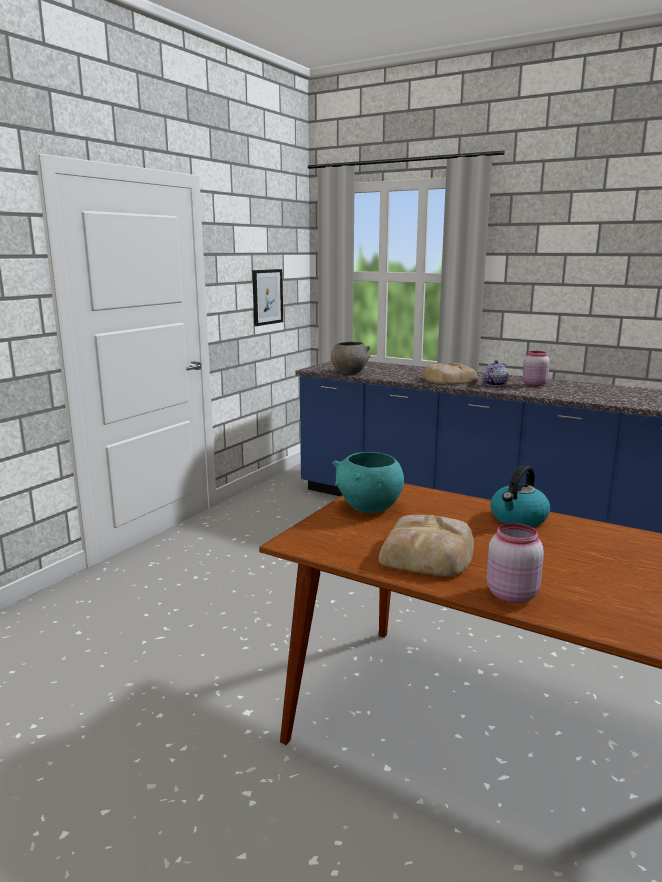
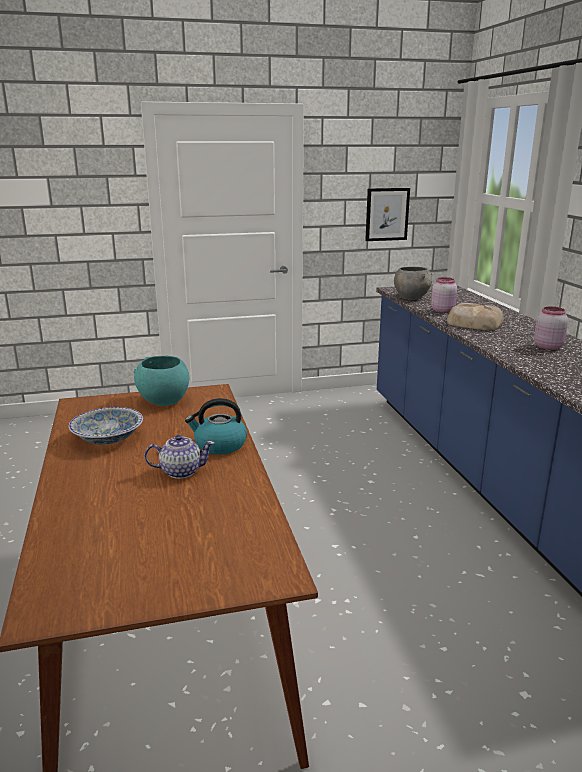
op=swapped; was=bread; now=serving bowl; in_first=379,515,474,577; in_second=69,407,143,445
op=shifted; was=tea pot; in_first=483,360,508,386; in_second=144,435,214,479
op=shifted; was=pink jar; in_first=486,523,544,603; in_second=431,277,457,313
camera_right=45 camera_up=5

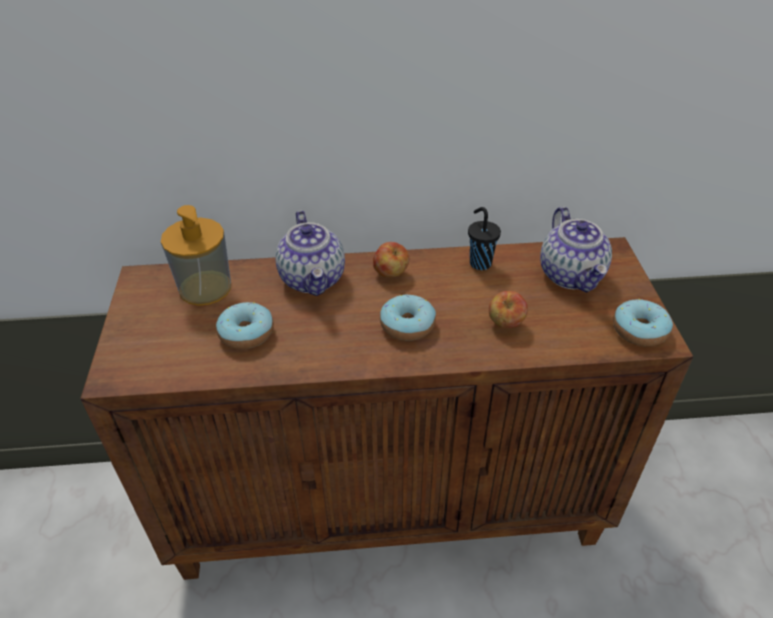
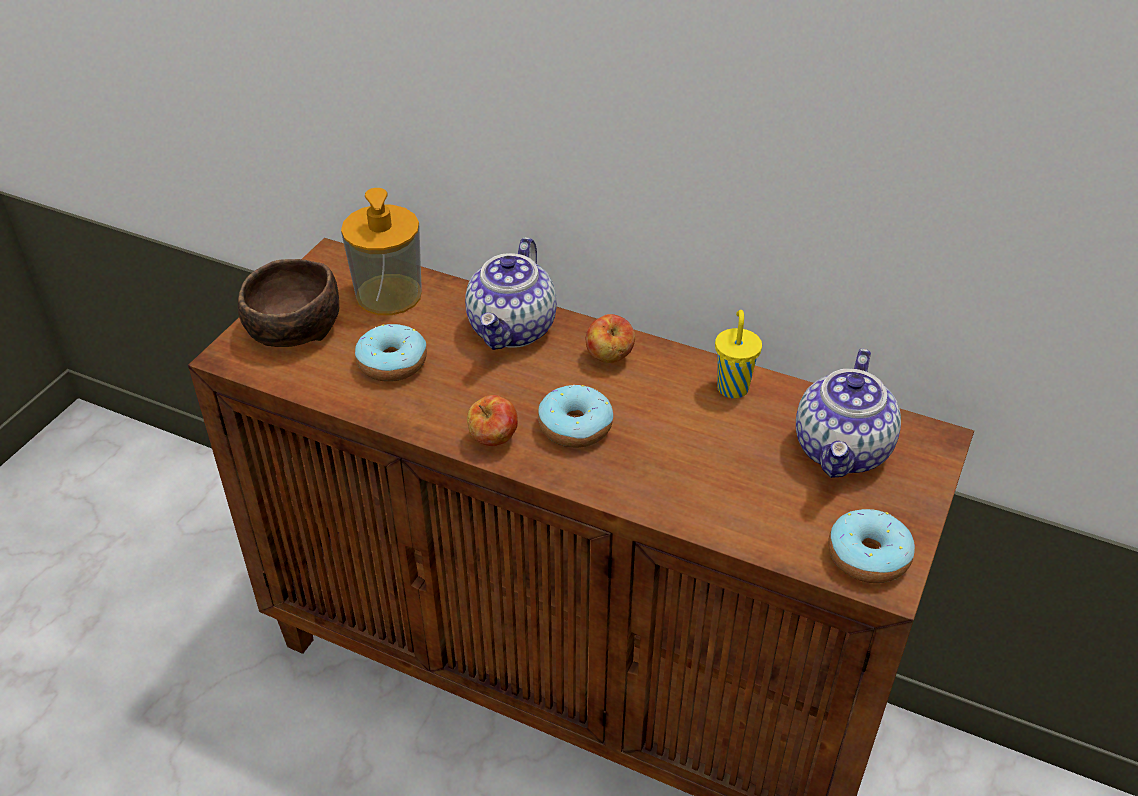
op=repainted; was=black-coloured cup; now=yellow cup; in_first=468,207,501,270; in_second=715,310,762,399
op=shifted; was=apple; in_first=489,291,528,328; in_second=467,395,518,446
op=new; now=brownish serving bowl; in_second=238,259,339,347
camera_right=30 camera_up=0

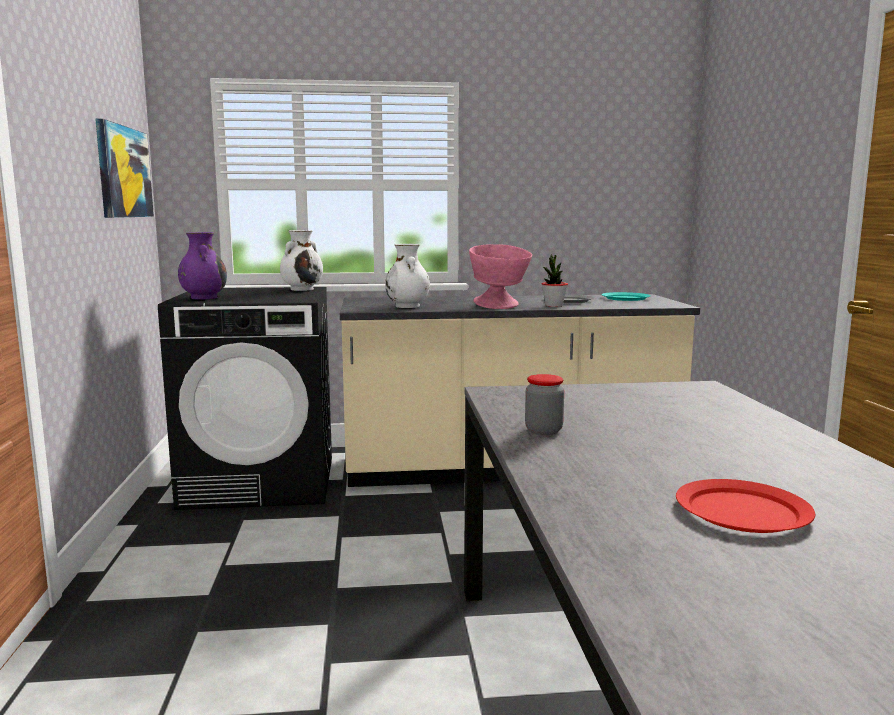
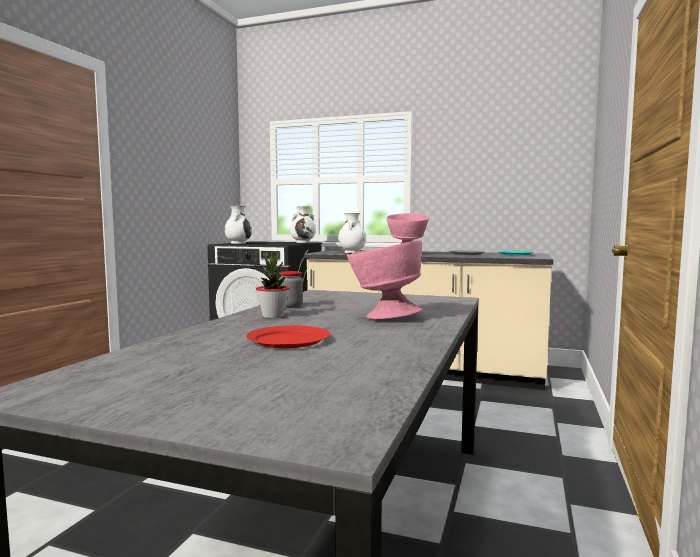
op=gone; was=picture; in_first=95,119,154,218
op=repainted; was=purple-coloured vase; now=whitish vase; in_first=178,232,227,300; in_second=225,206,252,244
op=shifted; was=potted plant; in_first=542,254,568,307; in_second=256,251,290,318
op=new; now=pink serving bowl; in_second=347,240,423,319
camera_right=25 camera_up=-5

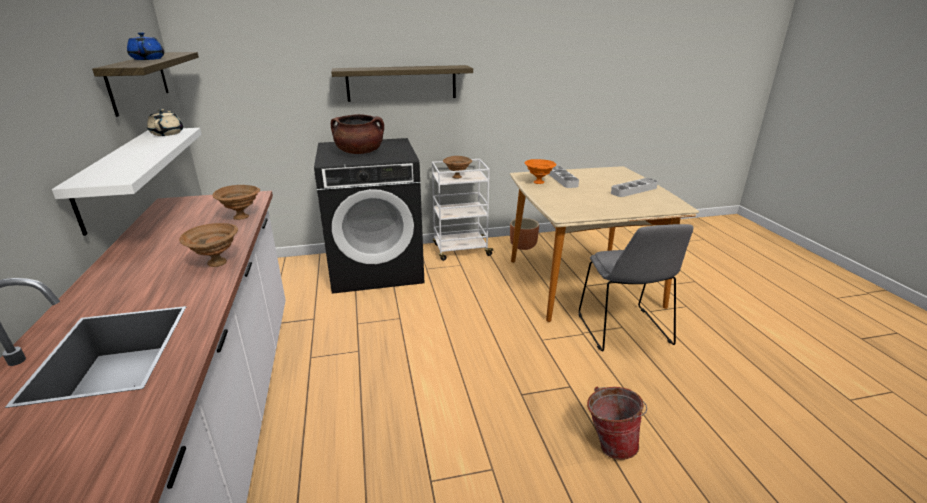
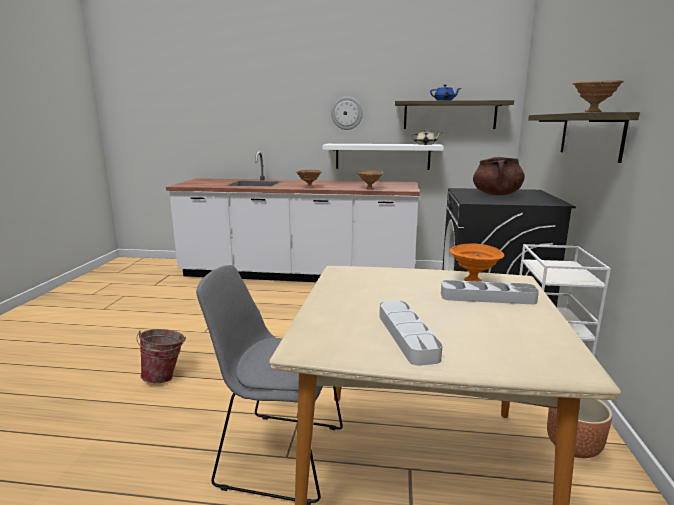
op=shifted; was=brownish serving bowl; in_first=443,156,472,179; in_second=573,80,624,112
op=new; now=hanging clock; in_second=331,97,363,130
camera_right=110 camera_up=-10

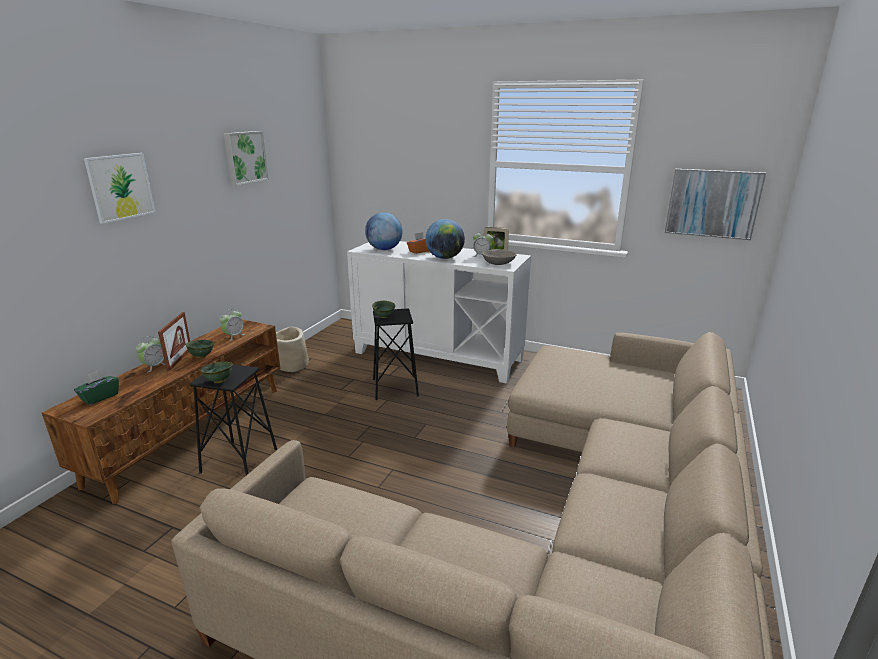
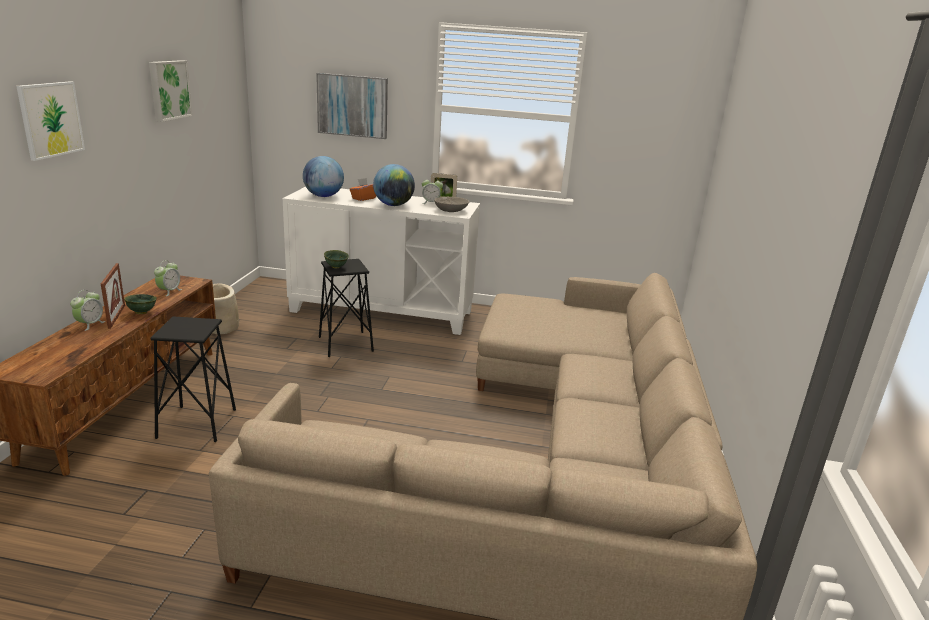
op=gone; was=green-coloured tissue holder; in_first=74,370,119,405
op=gone; was=green-coloured serving bowl; in_first=201,362,232,383
op=shifted; was=picture; in_first=665,169,766,240; in_second=316,73,388,139
camera_right=-15 camera_up=0

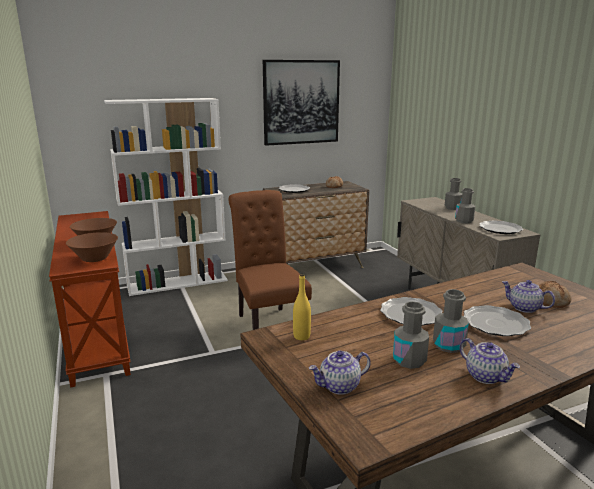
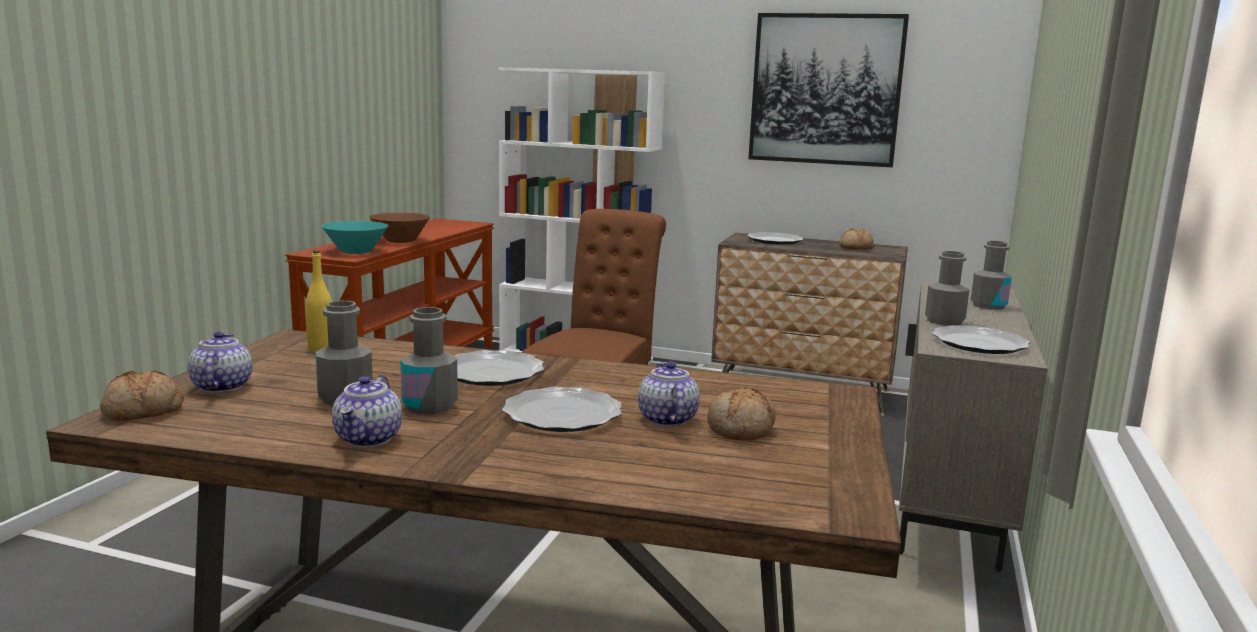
op=repainted; was=brownish serving bowl; now=turquoise serving bowl; in_first=66,232,118,262; in_second=322,221,388,254
op=rotated; was=tea pot; in_first=309,351,371,395; in_second=188,331,252,393; clockwise=60
op=new; now=bread; in_second=100,370,184,421
camera_right=40 camera_up=-5

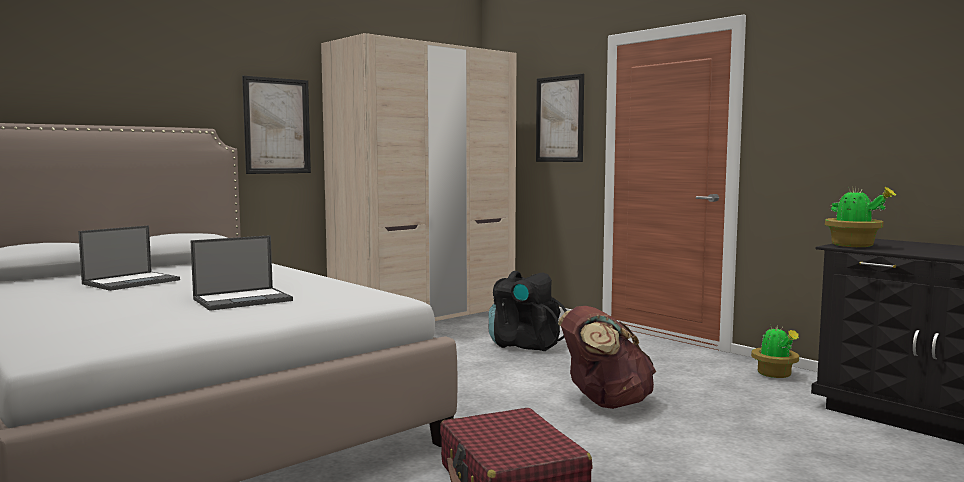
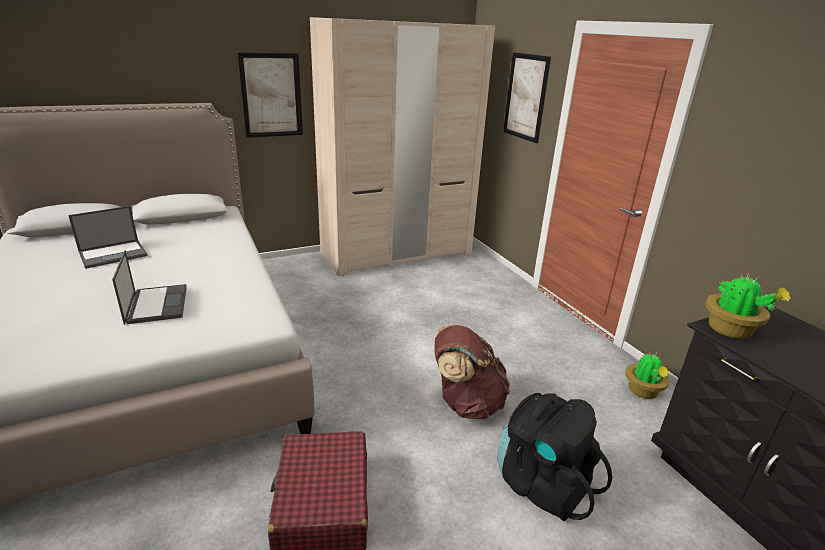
op=rotated; was=notebook computer; in_first=190,235,293,311; in_second=112,250,187,325; clockwise=-90
op=shifted; was=black-coloured knapsack; in_first=489,271,567,351; in_second=497,393,612,521
camera_right=15 camera_up=20

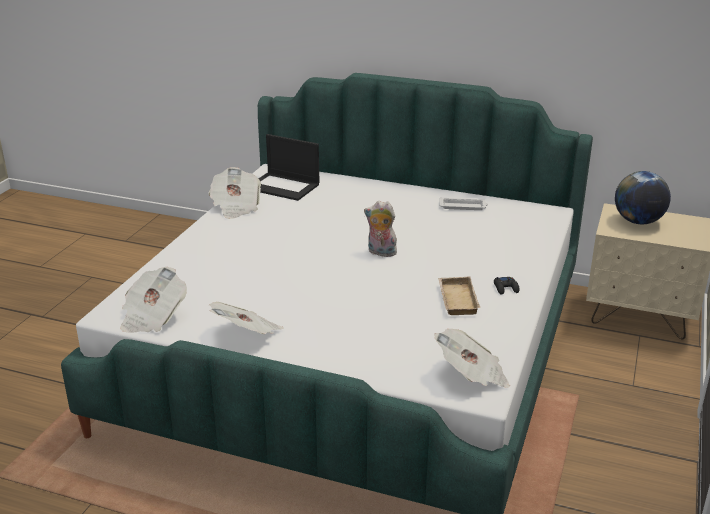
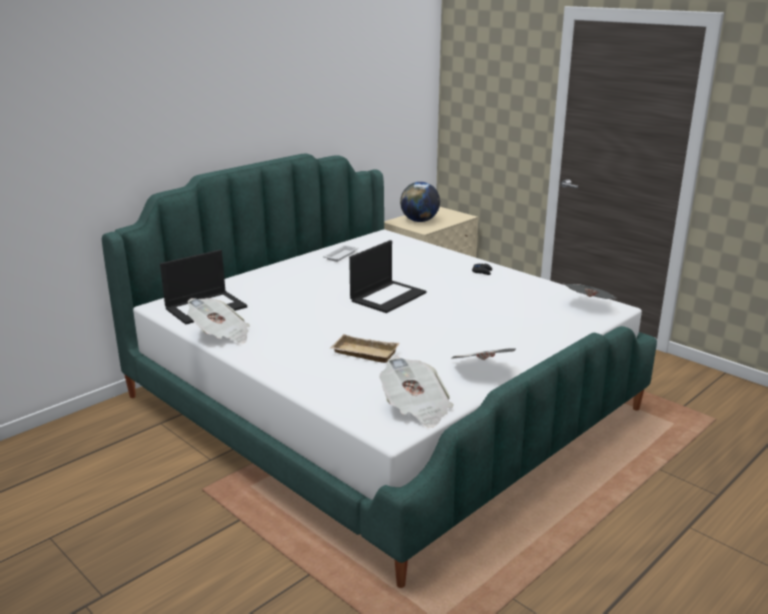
op=swapped; was=plush toy; now=notebook computer; in_first=364,201,397,257; in_second=349,240,426,313
op=shifted; was=beige serving tray; in_first=438,277,480,315; in_second=330,334,399,363
camera_right=-65 camera_up=-5

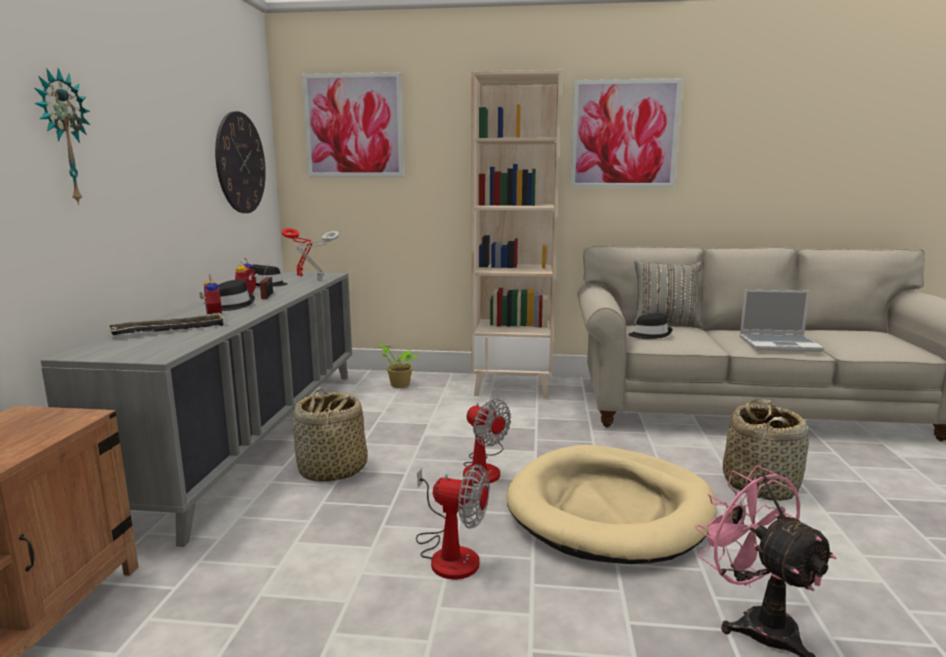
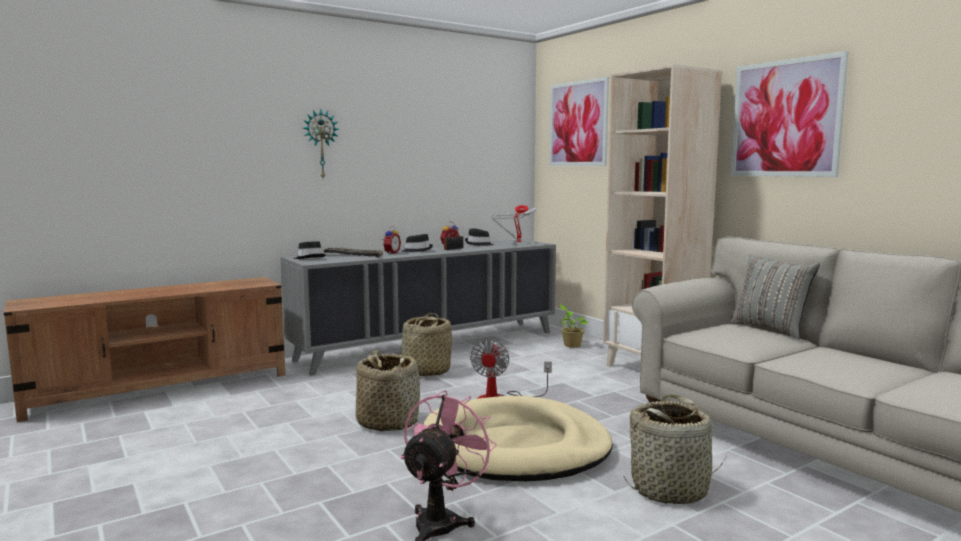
op=gone; was=hanging clock; in_first=215,111,266,213
op=swapped; was=fan; now=storage basket; in_first=416,464,490,580; in_second=356,350,420,432
op=shifted; was=black-coloured wearable hat; in_first=628,313,672,339; in_second=294,241,326,259
op=gone; was=notebook computer; in_first=739,290,824,352
camera_right=50 camera_up=-5

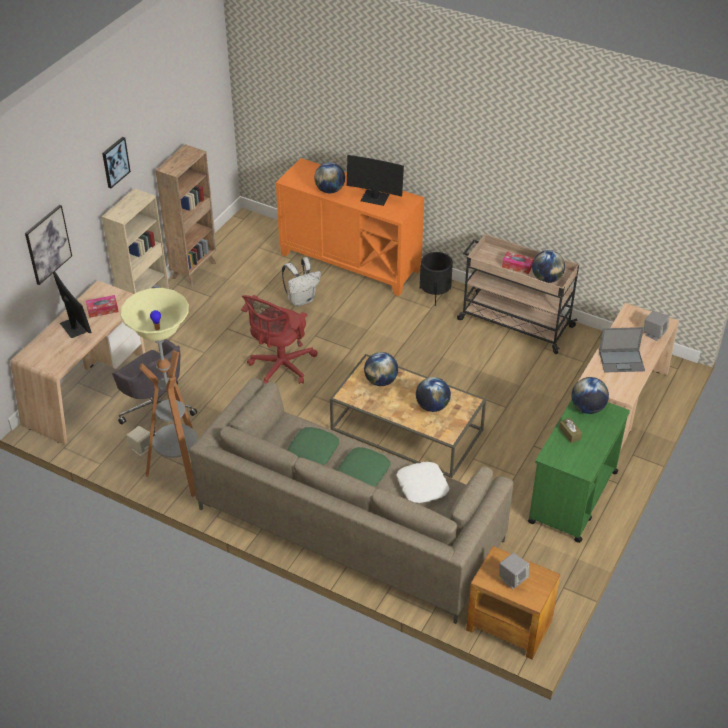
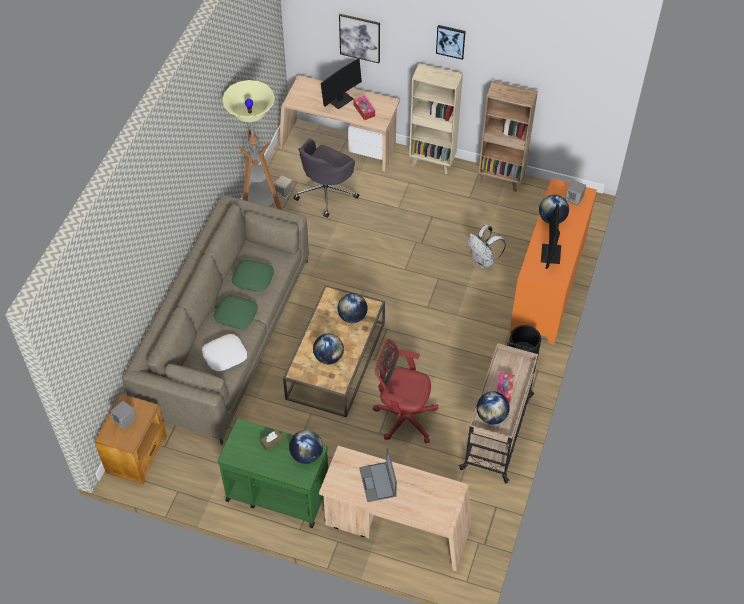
op=shifted; was=reddish computer chair; in_first=241,295,317,384; in_second=373,339,438,444
op=shifted; was=gray speaker; in_first=644,311,669,341; in_second=565,180,586,206
camera_right=80 camera_up=10

